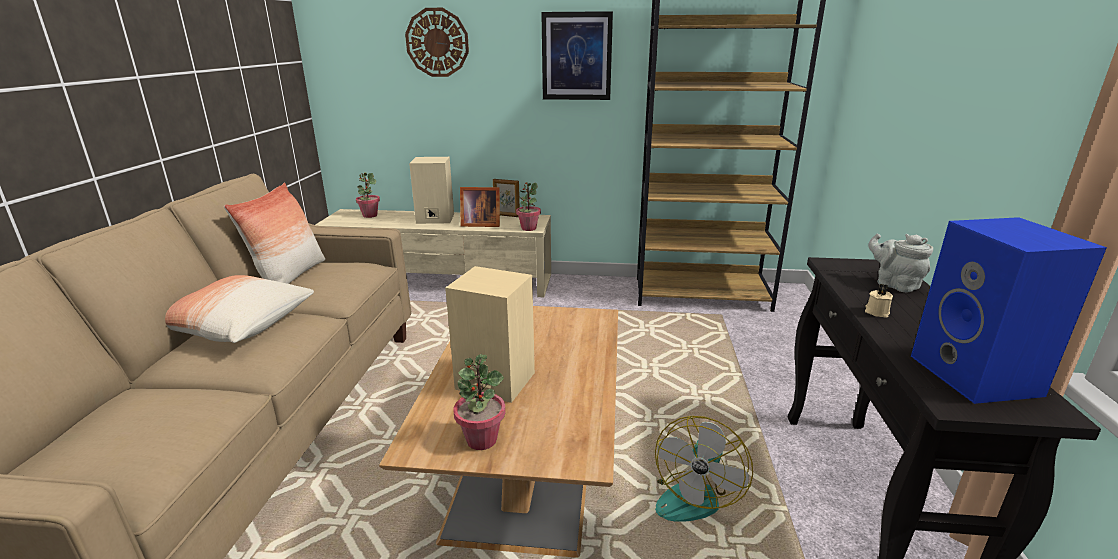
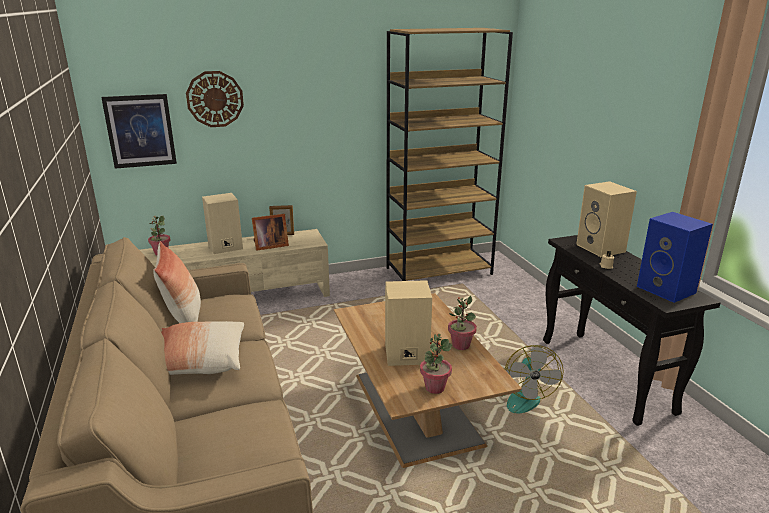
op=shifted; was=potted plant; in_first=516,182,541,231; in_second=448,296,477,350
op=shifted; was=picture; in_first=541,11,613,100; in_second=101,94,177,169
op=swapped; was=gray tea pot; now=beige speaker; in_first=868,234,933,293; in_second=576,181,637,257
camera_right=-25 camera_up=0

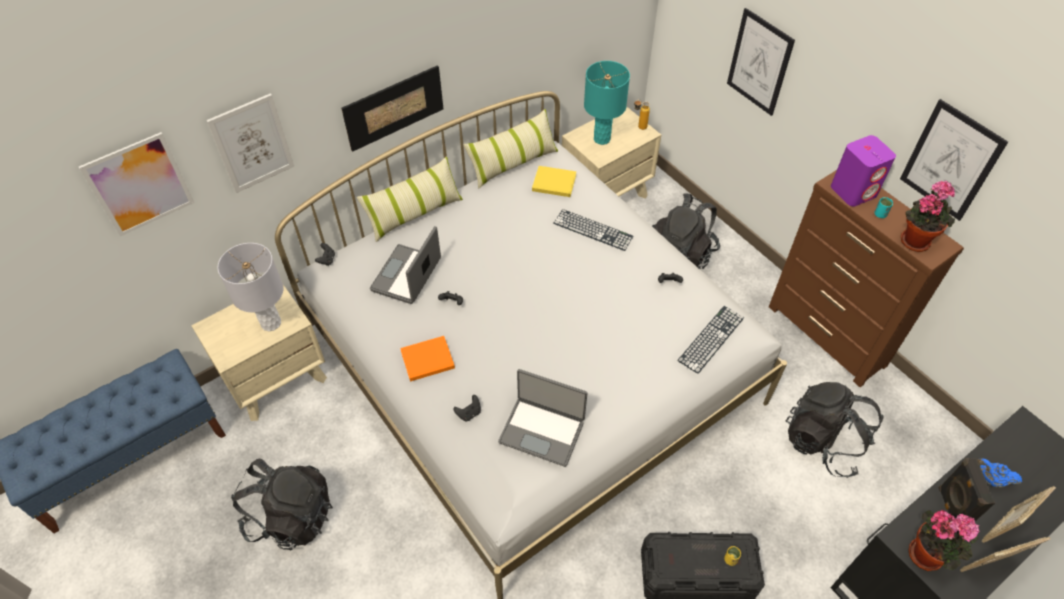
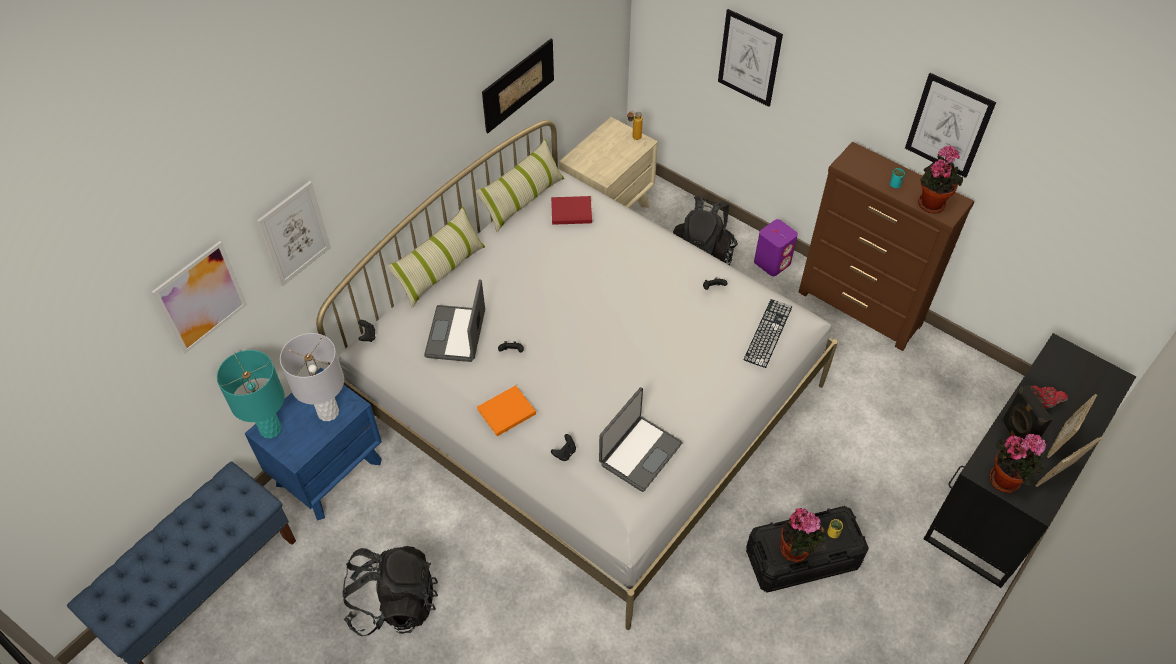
op=repainted; was=beige night table; now=blue night table; in_first=191,285,327,421; in_second=245,368,382,521
op=shifted; was=picture; in_first=341,65,443,152; in_second=482,39,554,133
op=rotated; was=notebook computer; in_first=498,369,587,467; in_second=599,387,683,492; clockwise=-60
op=repainted; was=yellow book; now=reddish book; in_first=532,166,576,197; in_second=551,196,592,225
op=gone; was=keyboard; in_first=553,209,633,251
op=shifted; was=turquoise lamp for a table; in_first=584,61,630,145; in_second=217,350,285,438
op=gone; was=black-coloured knapsack; in_first=786,382,884,478
op=shifted; was=purple-coloured speaker; in_first=831,135,896,207; in_second=754,219,798,276
op=repainted; was=blue tea pot; now=reddish tea pot; in_first=977,459,1022,487; in_second=1030,386,1068,408
op=new; now=potted plant; in_second=780,508,827,562
camera_right=-15 camera_up=0

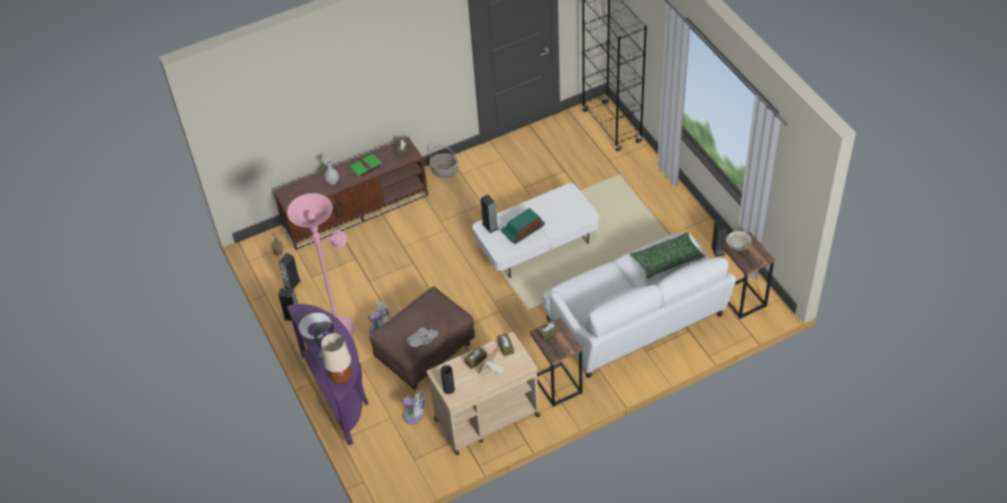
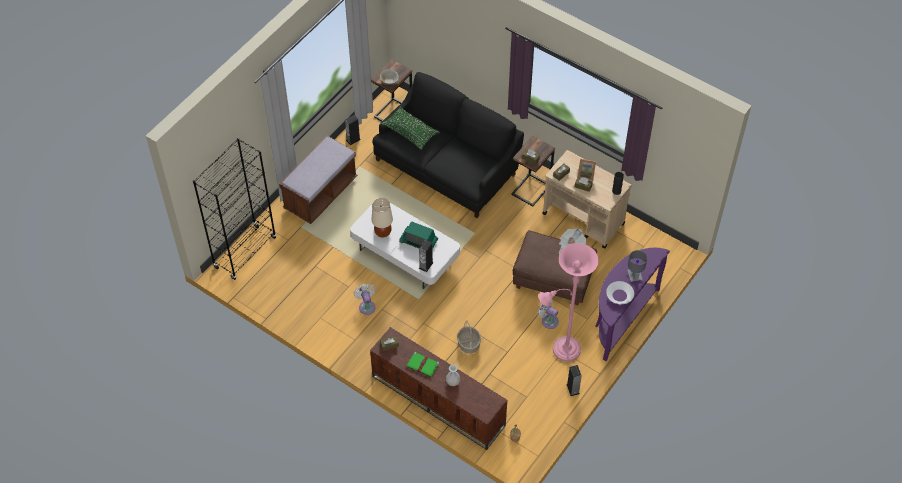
op=gone; was=speaker; in_first=278,253,301,290
op=shifted; was=beige lamp for a table; in_first=321,333,352,384; in_second=372,198,393,237
op=shifted; was=whitish fan; in_first=402,390,426,424; in_second=354,283,376,315
op=shifted; was=storage basket; in_first=430,145,458,178; in_second=457,321,481,354
op=repainted; was=whitish couch; now=black-coloured couch; in_first=543,232,736,378; in_second=373,72,524,218
op=new; now=brownish bench; in_second=279,135,358,224
camera_right=-120 camera_up=5

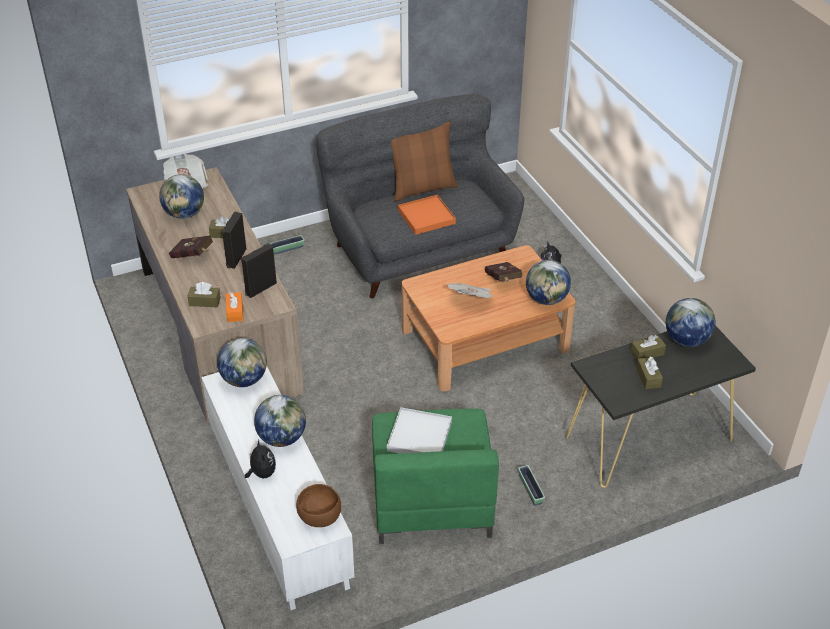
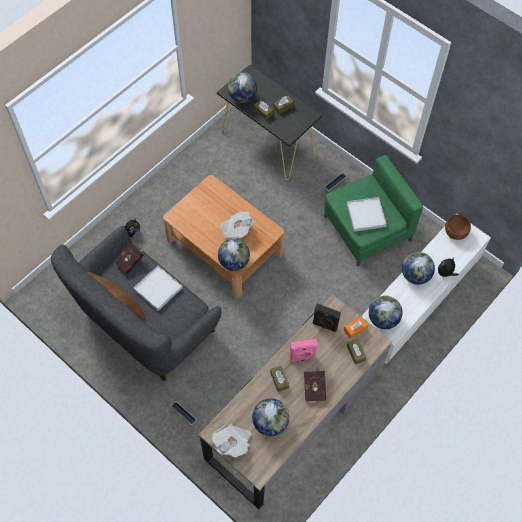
op=repainted; was=black-coloured speaker; now=pink speaker; in_first=222,212,246,269; in_second=289,339,318,362
op=repainted; was=orange serving tray; now=whitish serving tray; in_first=398,195,456,235; in_second=134,265,183,311
op=shifted; was=reddish book; in_first=485,262,522,282; in_second=114,243,144,274
op=shifted; was=desk globe; in_first=526,260,571,305; in_second=218,239,250,271
camera_right=-115 camera_up=20

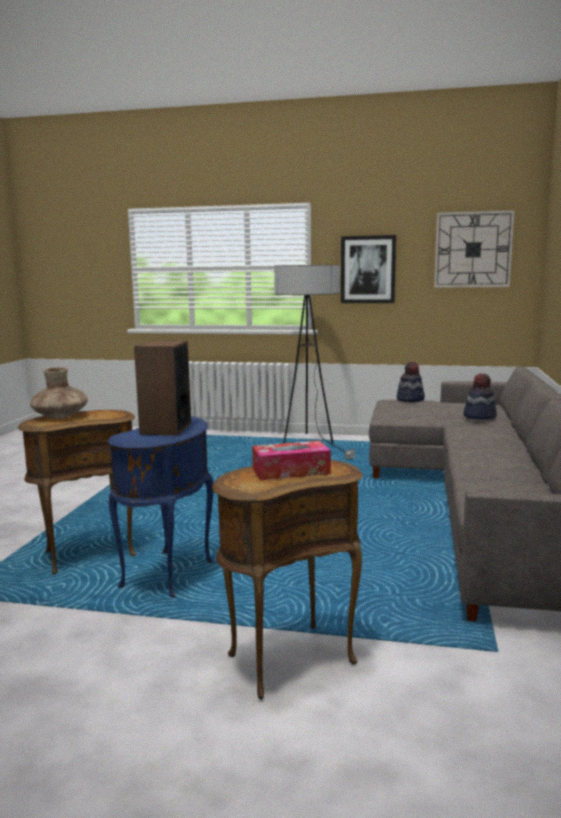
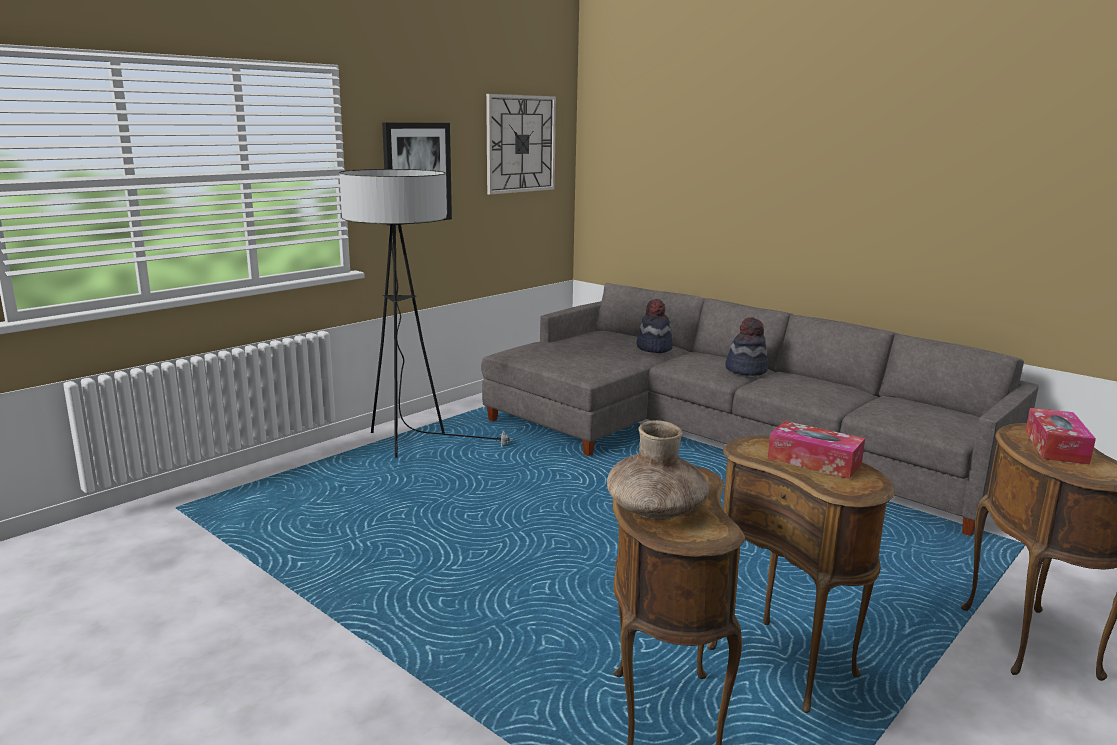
op=repainted; was=blue accent table; now=brownish accent table; in_first=108,416,213,598; in_second=707,435,895,713
op=swapped; was=speaker; now=tissue holder; in_first=134,341,191,435; in_second=768,421,865,479
op=shifted; was=wearable hat; in_first=396,362,425,402; in_second=725,317,768,376
camera_right=-60 camera_up=5

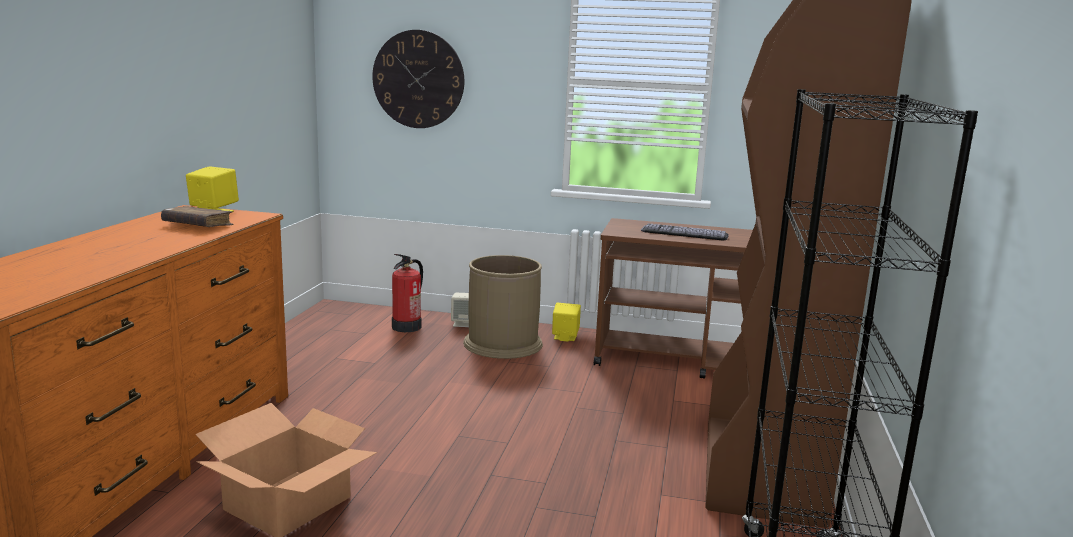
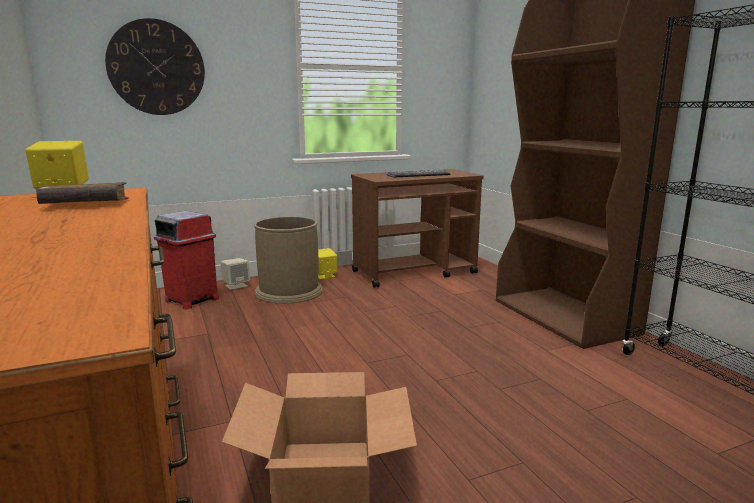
op=swapped; was=fire-fighting cylinder; now=reddish rubbish bin; in_first=392,254,423,332; in_second=154,211,219,310
camera_right=-35 camera_up=0

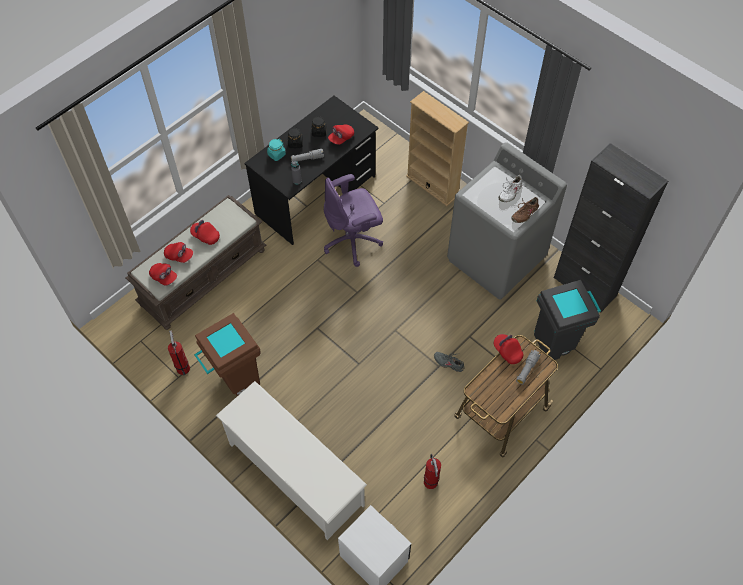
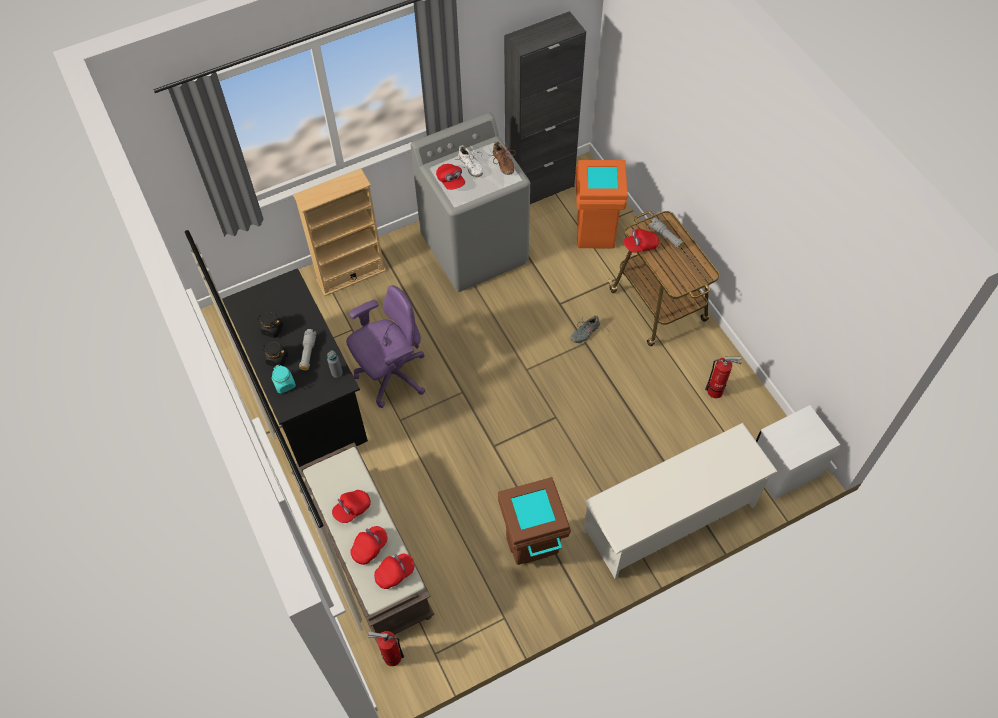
op=shifted; was=fire-fighting cylinder; in_first=168,330,190,376; in_second=367,631,404,666
op=rotated; was=purple-coloured computer chair; in_first=324,174,383,267; in_second=346,285,425,408; clockwise=-120
op=shifted; was=reddish peaked cap; in_first=328,125,354,145; in_second=436,164,465,190
op=repainted; was=gray rubbish bin; now=orange rubbish bin; in_first=534,280,601,360; in_second=576,160,628,248
camera_right=-70 camera_up=0

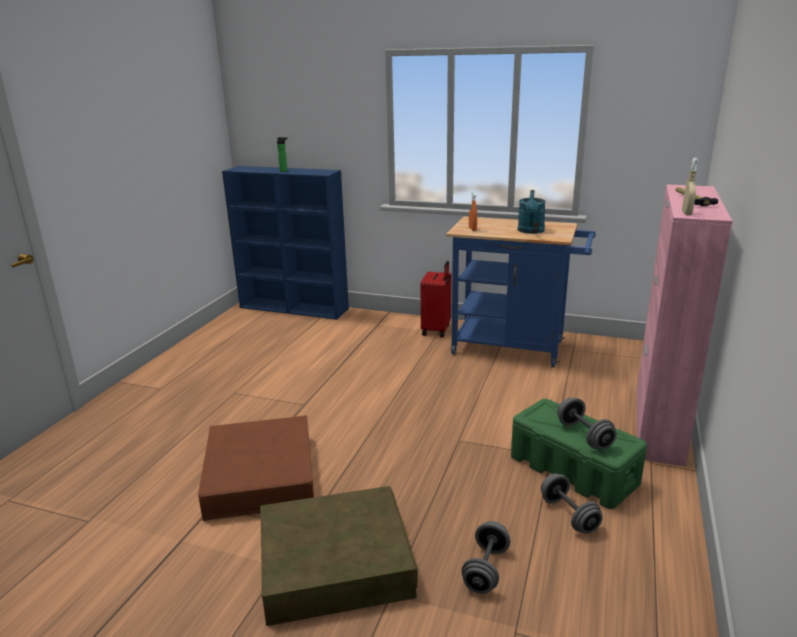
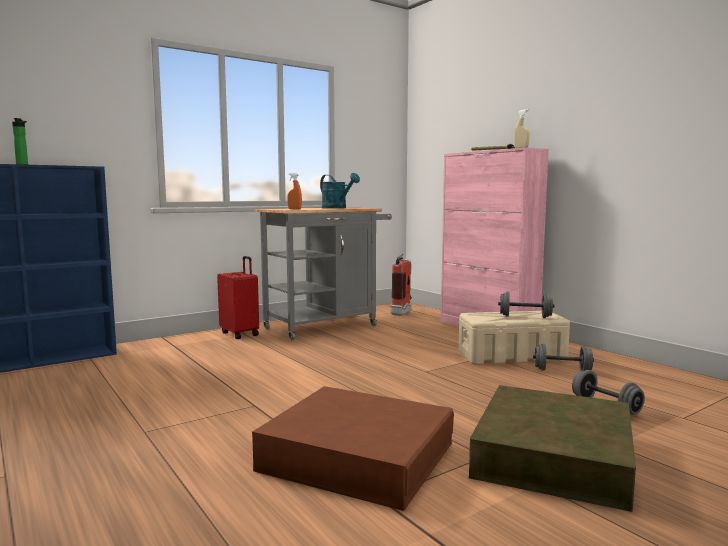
op=repainted; was=blue trolley; now=gray trolley; in_first=446,216,596,367; in_second=255,207,392,340
op=repainted; was=green-coloured storage container; now=beige storage container; in_first=511,399,647,509; in_second=459,311,570,365
op=new; now=fire-fighting cylinder; in_second=391,254,412,316
camera_right=-55 camera_up=-15

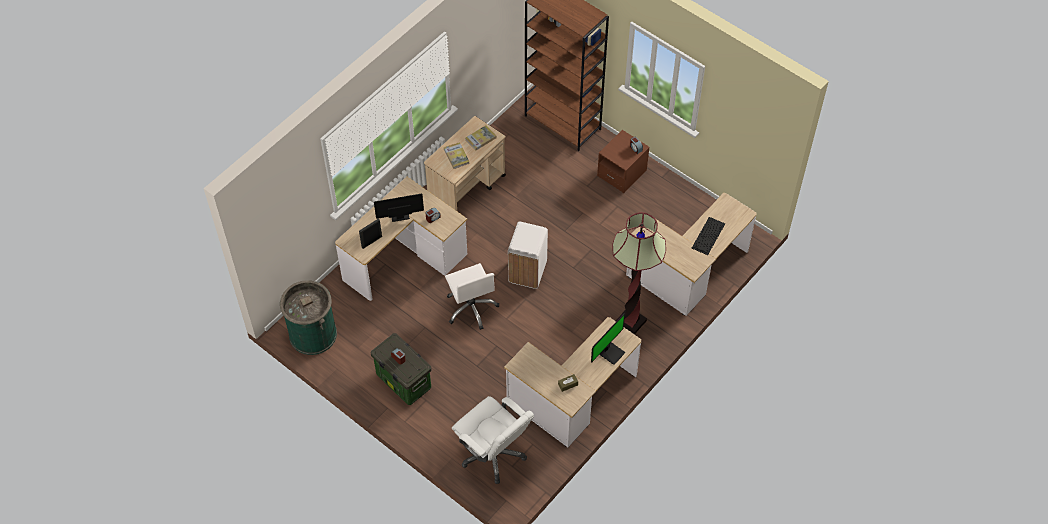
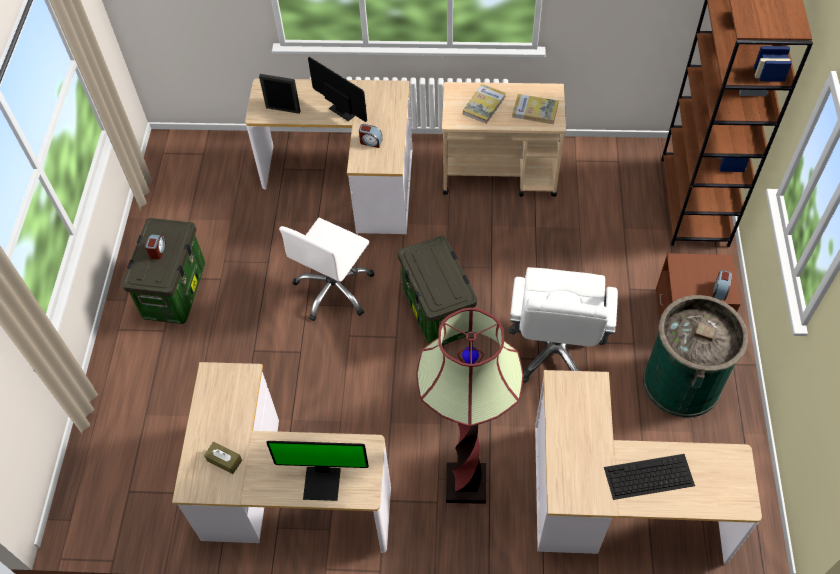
op=shifted; was=green-coloured rubbish bin; in_first=280,280,337,355; in_second=643,295,748,418
op=shifted; was=whitish computer chair; in_first=452,396,534,484; in_second=508,267,618,383
op=swapped; was=whitish rubbish bin; now=storage container; in_first=508,222,548,289; in_second=398,235,477,345
camera_right=55 camera_up=0

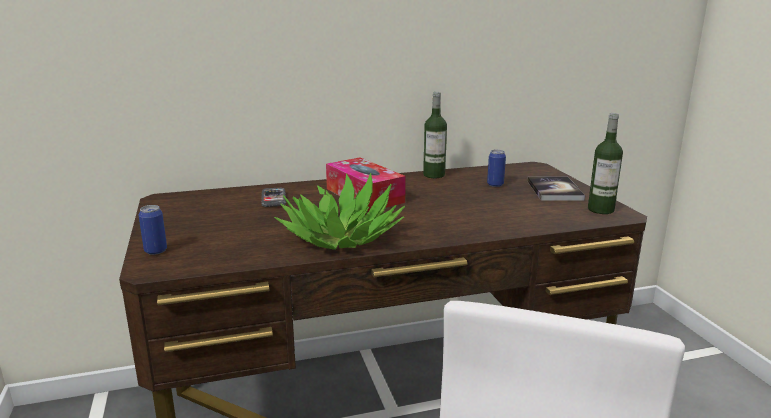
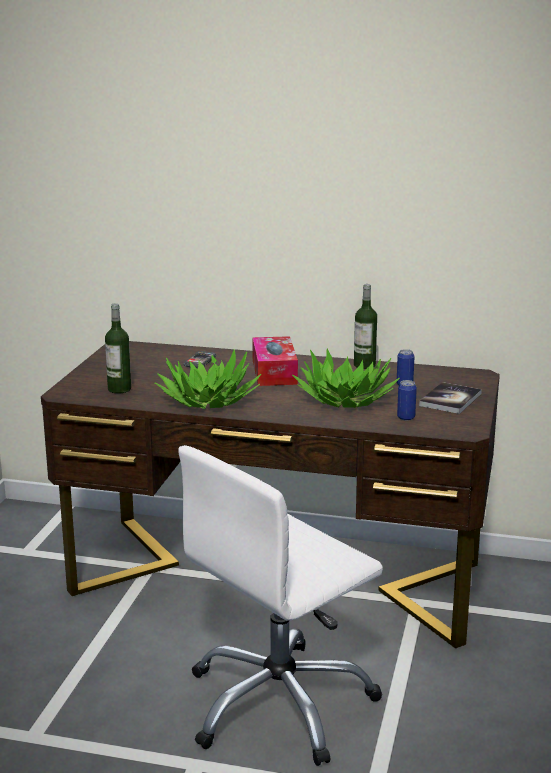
op=shifted; was=sealed can; in_first=139,205,167,255; in_second=397,380,417,421
op=shifted; was=beverage bottle; in_first=588,113,623,214; in_second=105,304,131,393
op=new; now=potted plant; in_second=292,349,400,408
camera_right=30 camera_up=0

